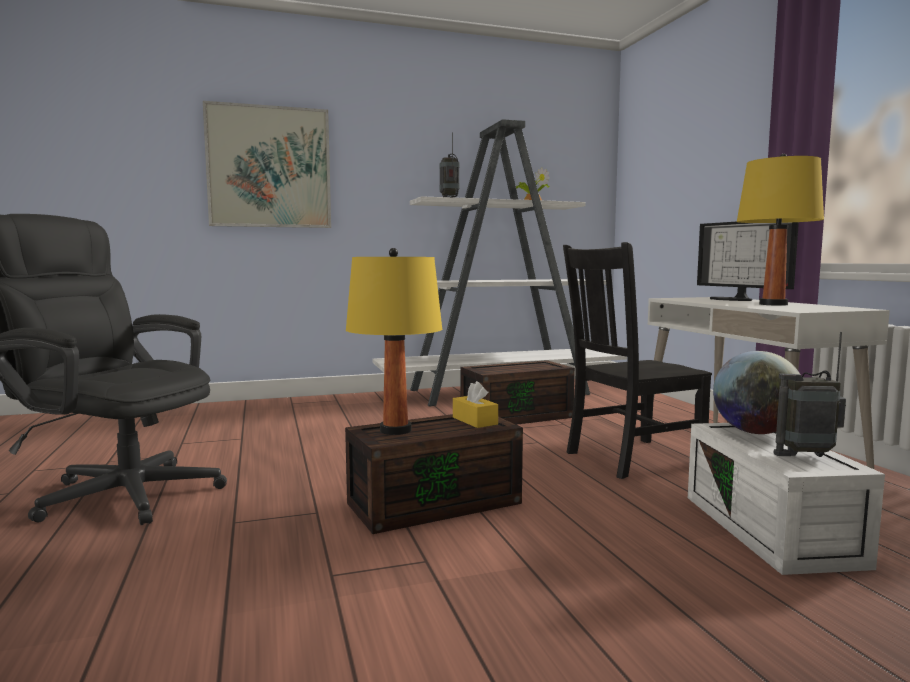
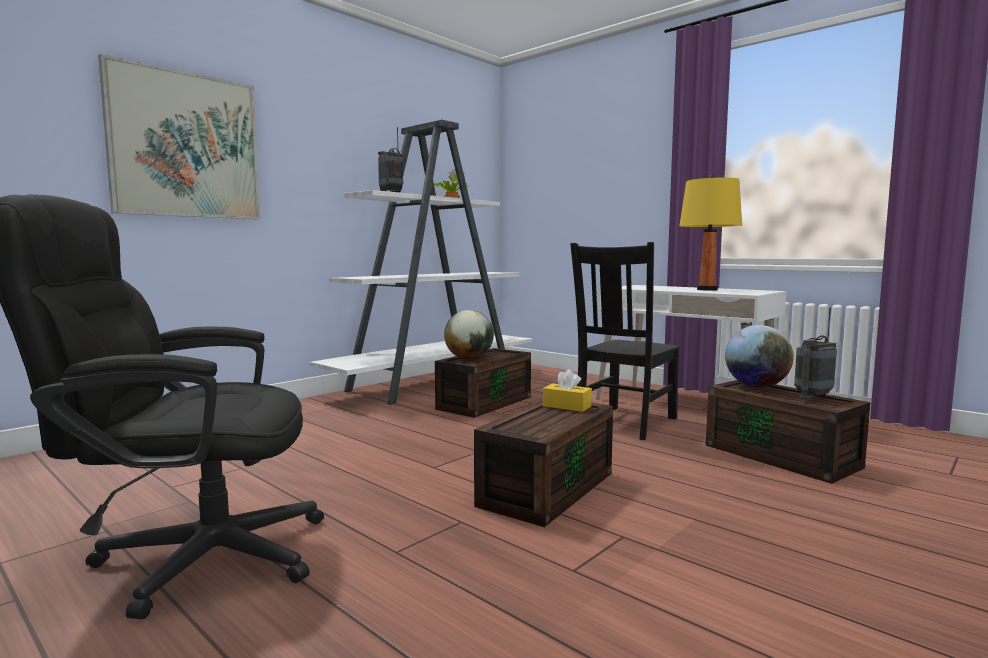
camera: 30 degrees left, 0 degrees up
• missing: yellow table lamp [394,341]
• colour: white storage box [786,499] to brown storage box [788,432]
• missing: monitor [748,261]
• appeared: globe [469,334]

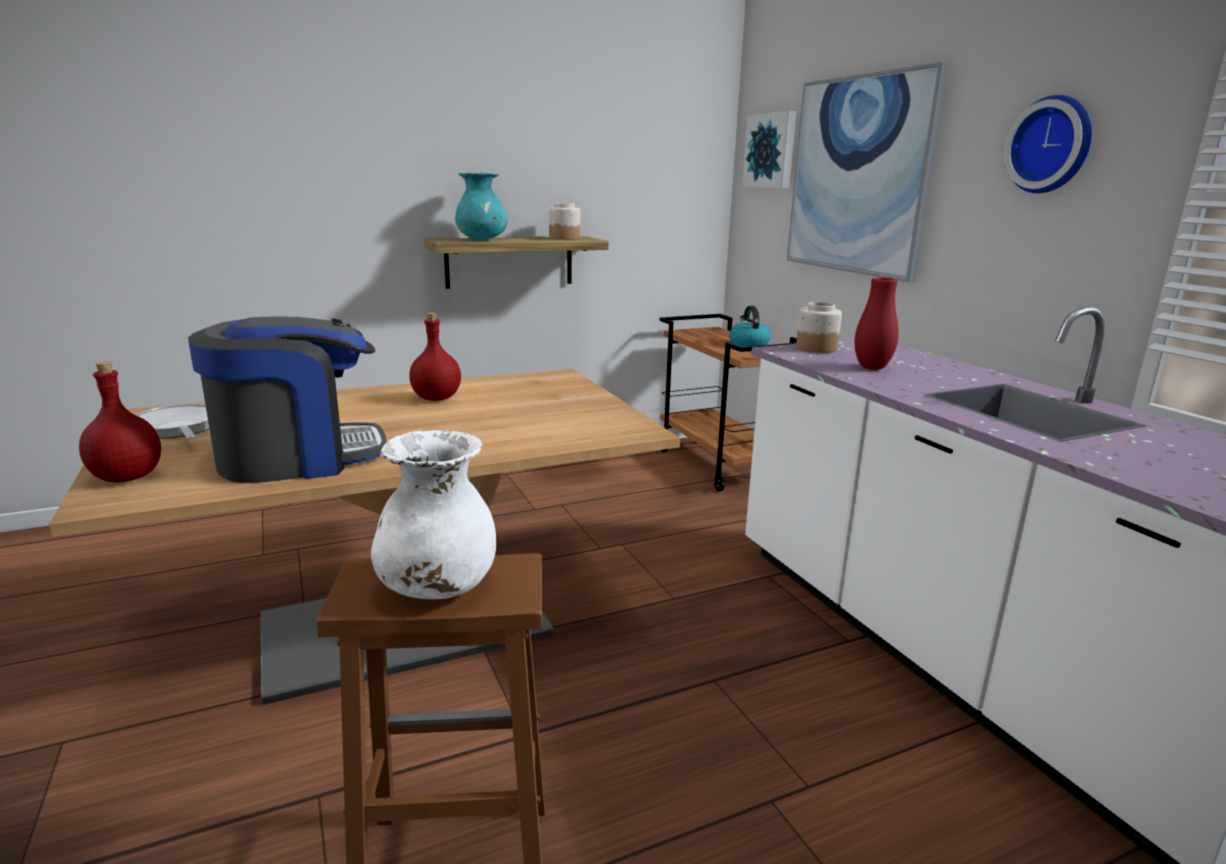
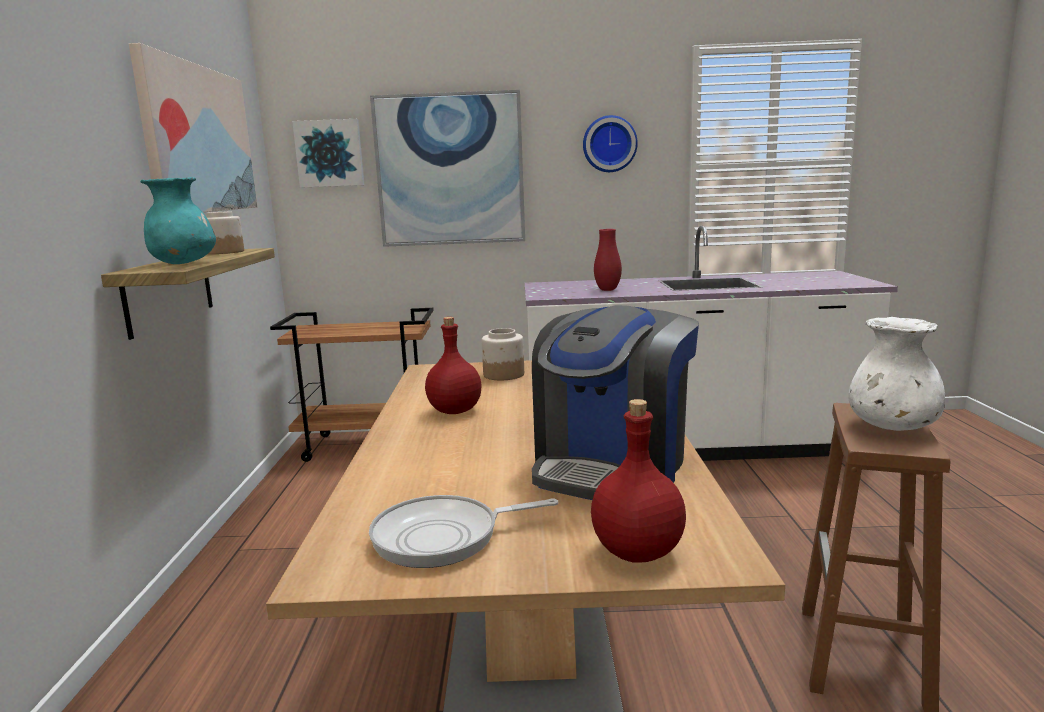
camera: 65 degrees left, 5 degrees down
• spun: coffee machine [287,399] = [615,402] 150 degrees counterclockwise
• missing: kettle [750,326]
• relocated: jar [819,327] to [503,354]
• appeared: picture [193,127]

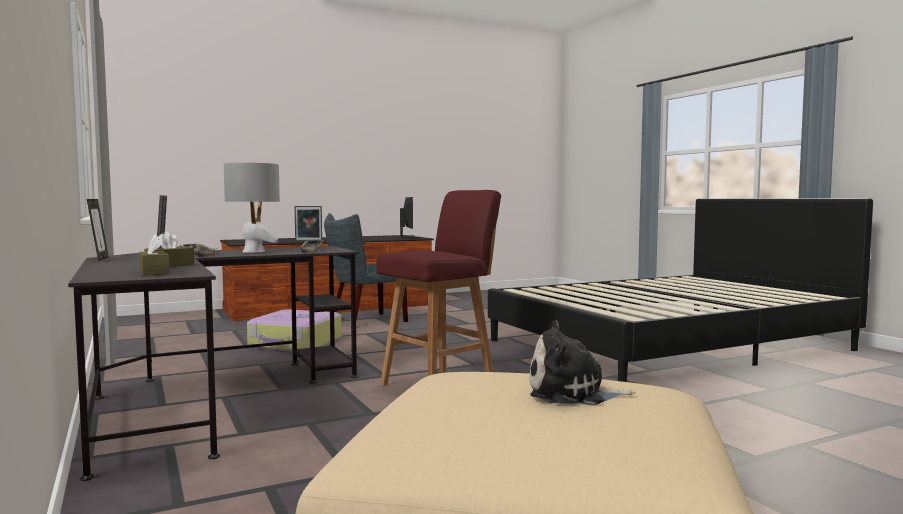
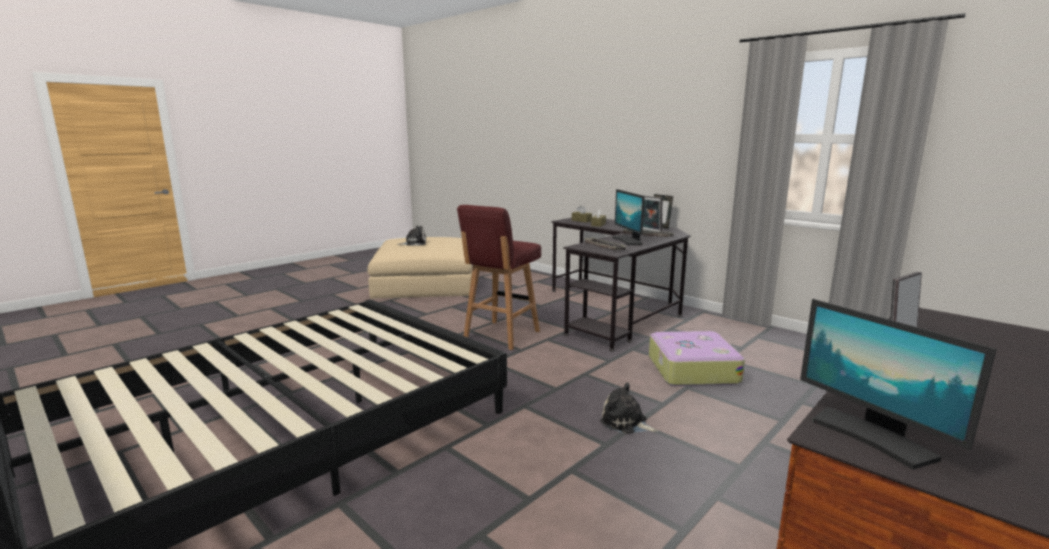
camera: 160 degrees right, 10 degrees up
• exchanged: grey table lamp [252,208] to monitor [628,217]
• missing: grey chair [366,267]
• appeared: plush toy [629,408]

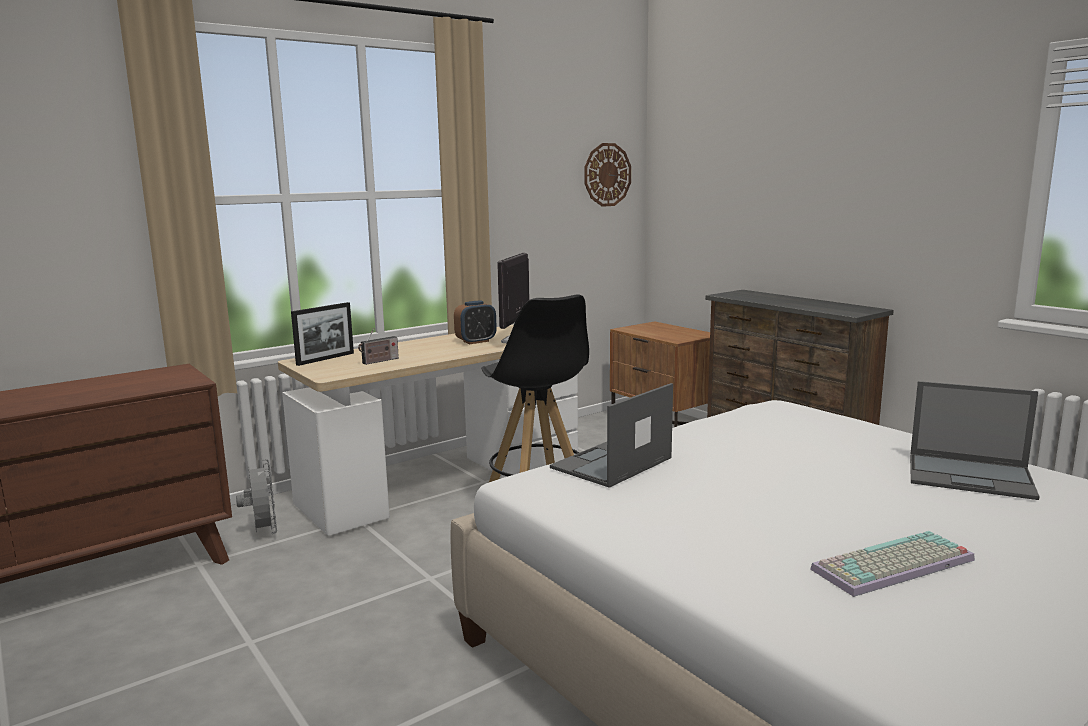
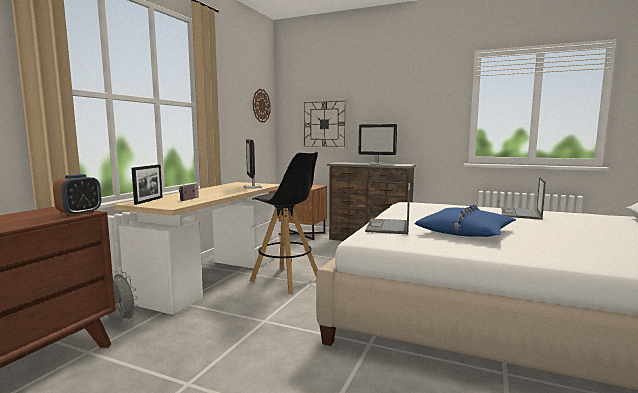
camera: 30 degrees left, 5 degrees down
• relocated: alarm clock [475,322] to [77,195]
• missing: keyboard [892,564]
• spun: laptop [975,440] = [524,198] 120 degrees clockwise
• appeared: wall clock [325,124]
• appeared: monitor [378,144]
• appeared: blue pillow [465,220]

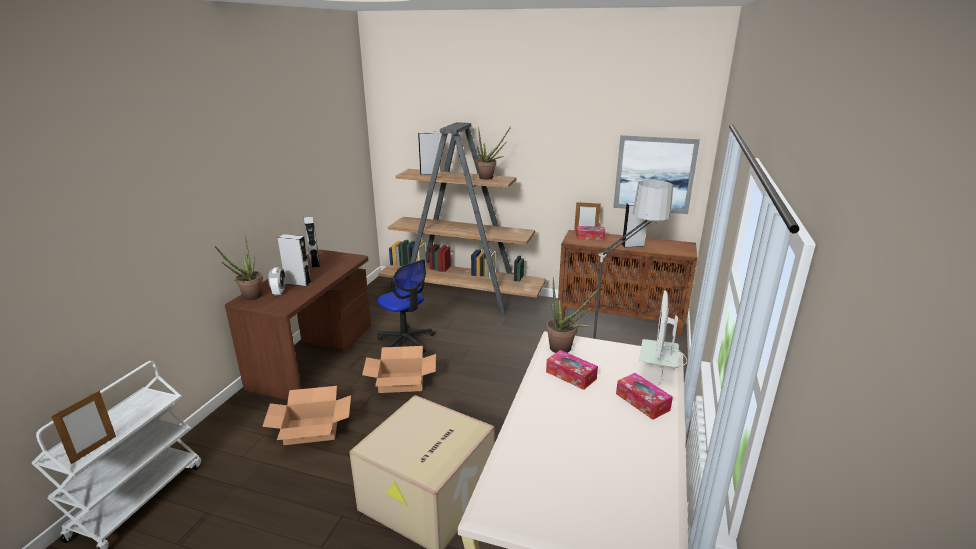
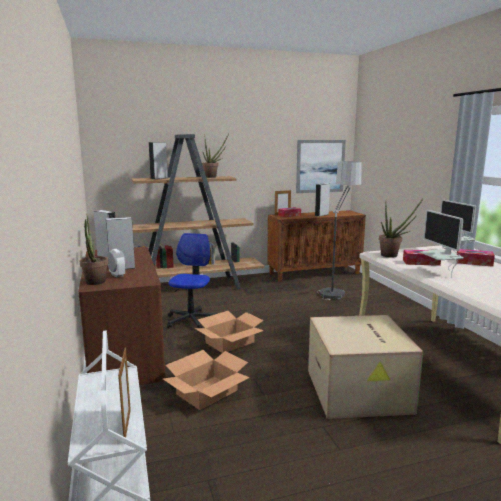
camera: 35 degrees left, 10 degrees down
• spun: office chair [406,305] = [192,280] 90 degrees counterclockwise
• appeared: monitor [441,244]

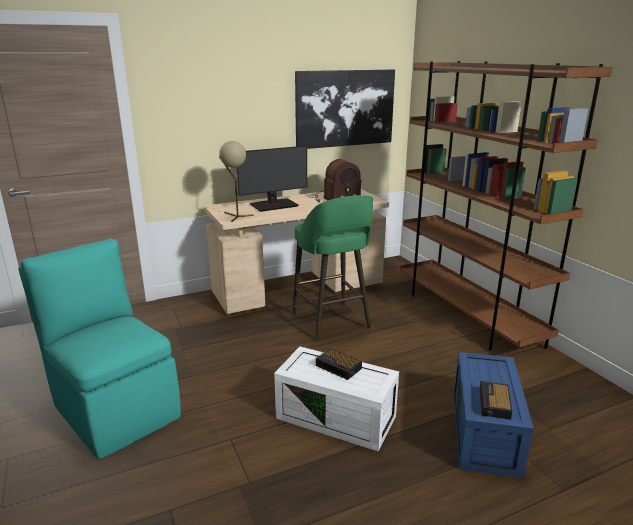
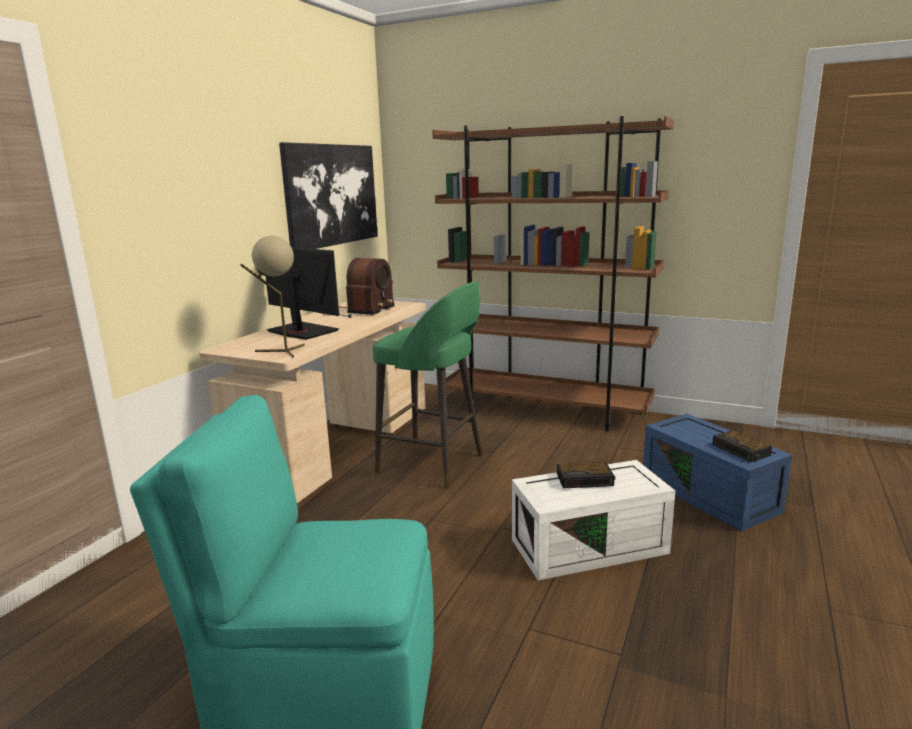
camera: 40 degrees left, 5 degrees down
• spun: monitor [272,179] = [302,293] 75 degrees counterclockwise

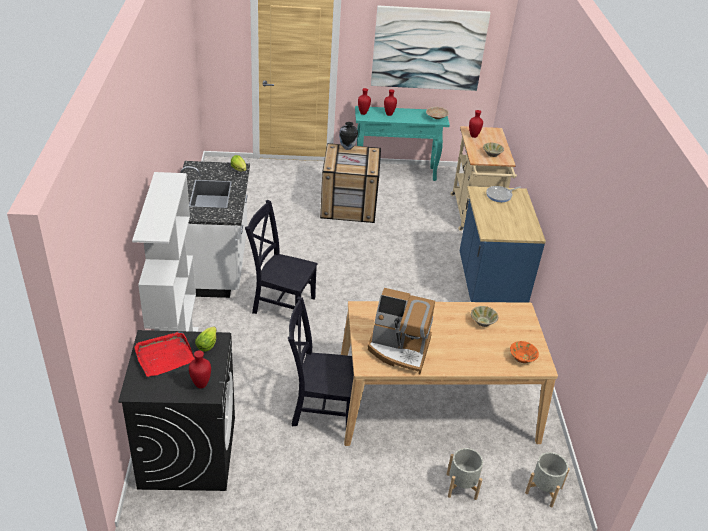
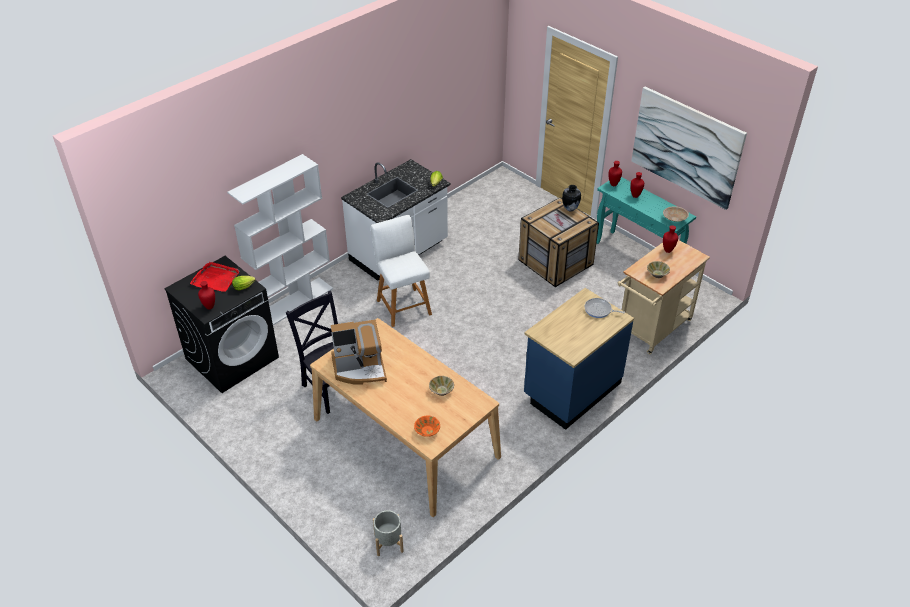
camera: 50 degrees right, 5 degrees up
• exchanged: black chair [281,263] to white stool [401,271]
• spun: coffee machine [401,331] = [359,352] 75 degrees counterclockwise
• missing: grey planter [464,474]

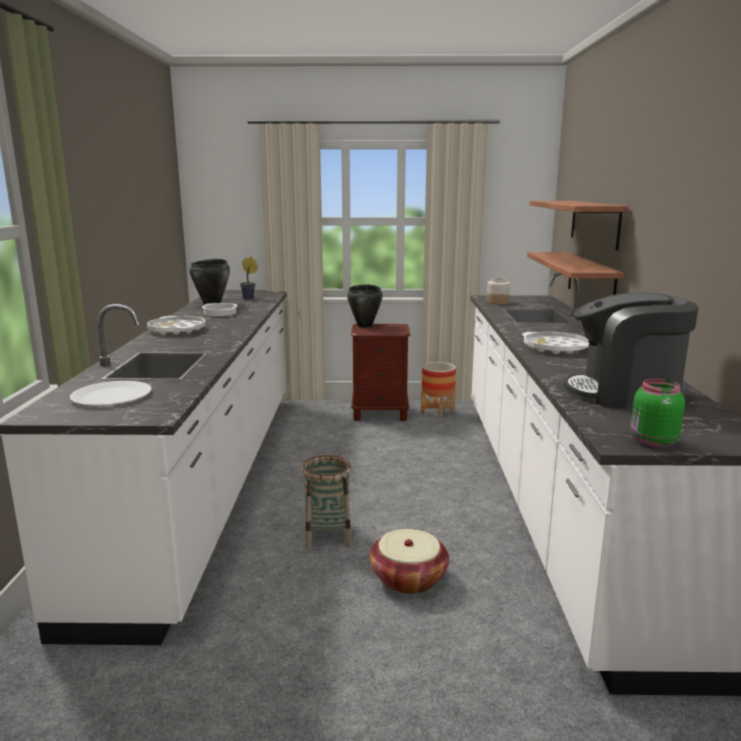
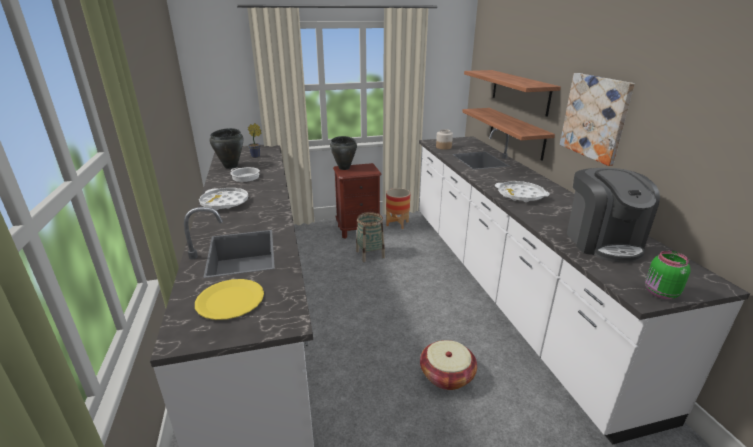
camera: 15 degrees left, 10 degrees up
• colour: white plate [111,393] to yellow plate [229,299]
• relocated: basket [326,502] to [370,237]
• spun: coffee machine [631,350] = [613,215] 90 degrees counterclockwise
• appeared: picture [597,119]

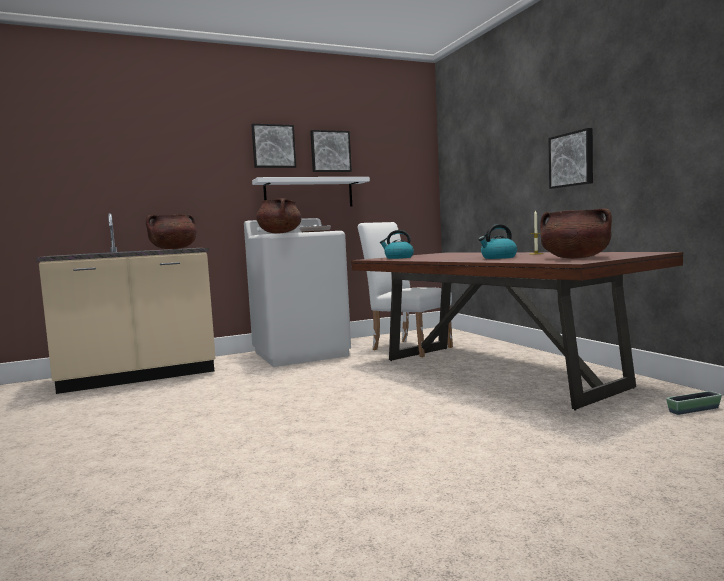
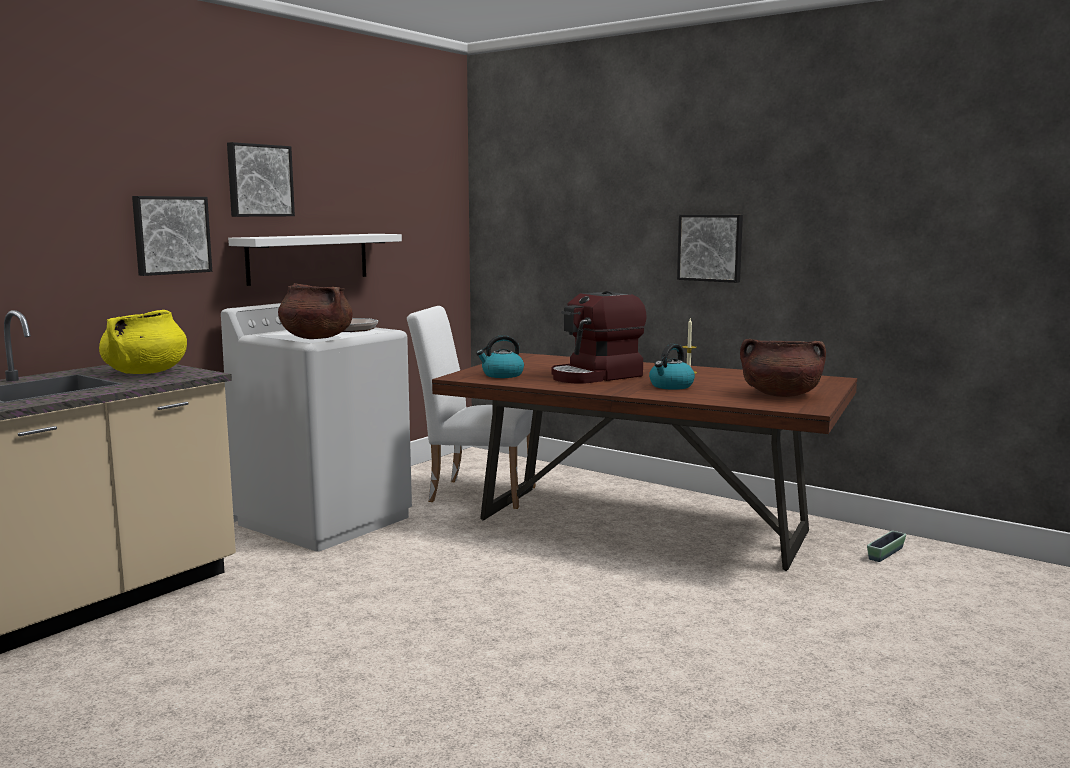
camera: 30 degrees left, 5 degrees up
• colour: brown cooking pot [171,231] to yellow cooking pot [143,342]
• relocated: picture [331,151] to [172,236]
• appeared: coffee machine [599,337]

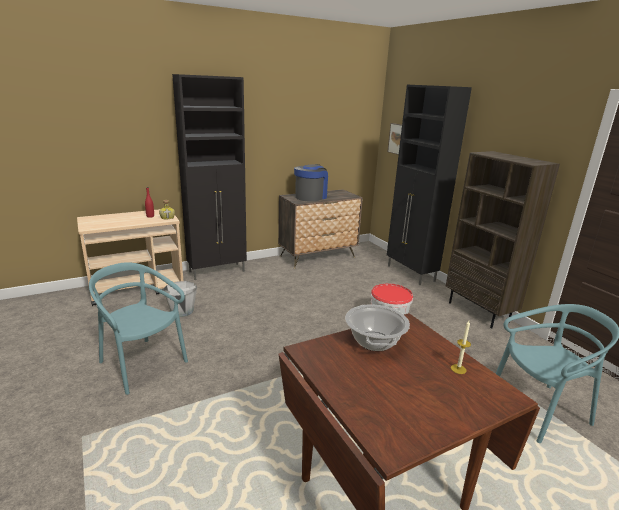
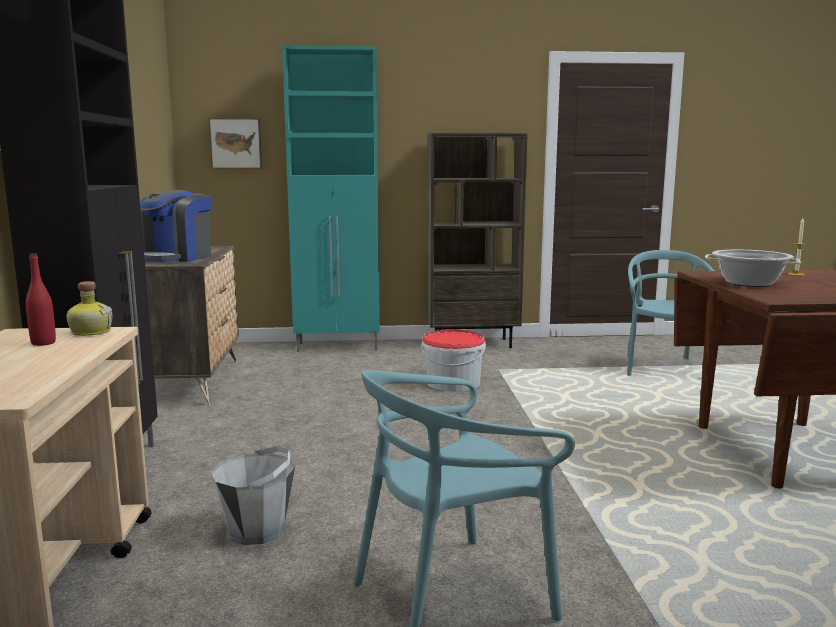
camera: 65 degrees left, 10 degrees down
• spun: coffee machine [311,183] = [176,226] 120 degrees counterclockwise
• colour: black cabinet [429,185] to turquoise cabinet [331,198]

